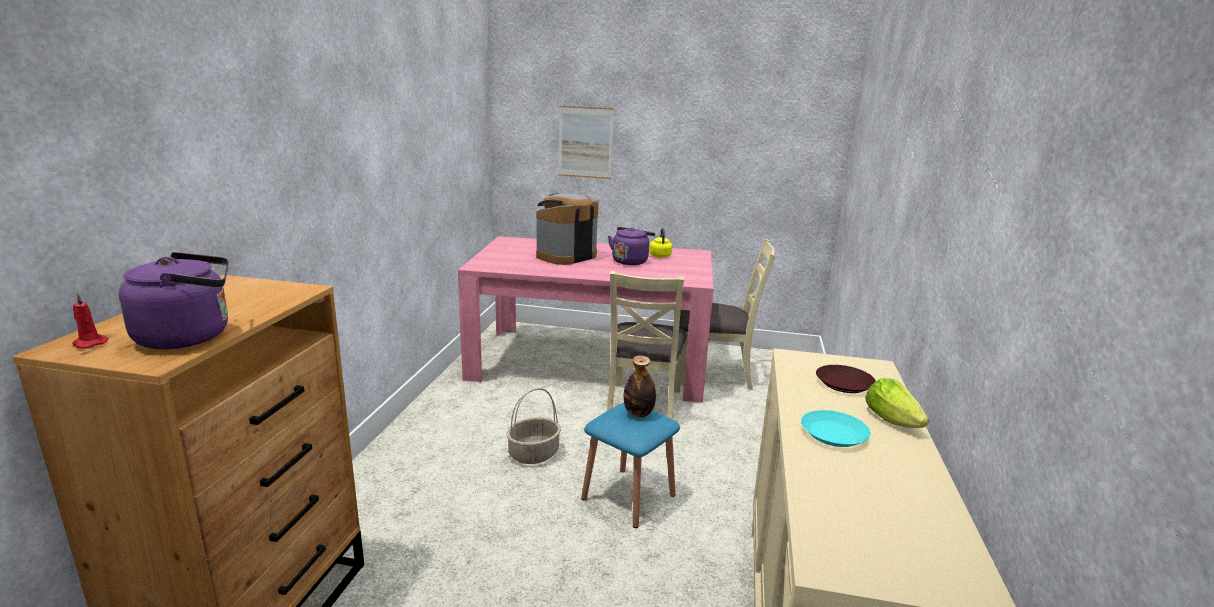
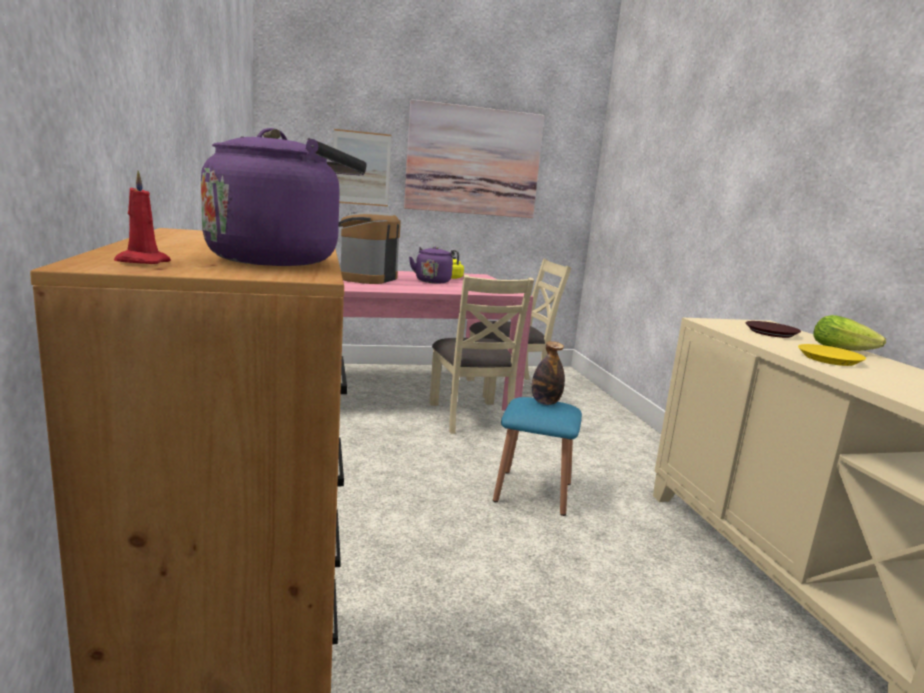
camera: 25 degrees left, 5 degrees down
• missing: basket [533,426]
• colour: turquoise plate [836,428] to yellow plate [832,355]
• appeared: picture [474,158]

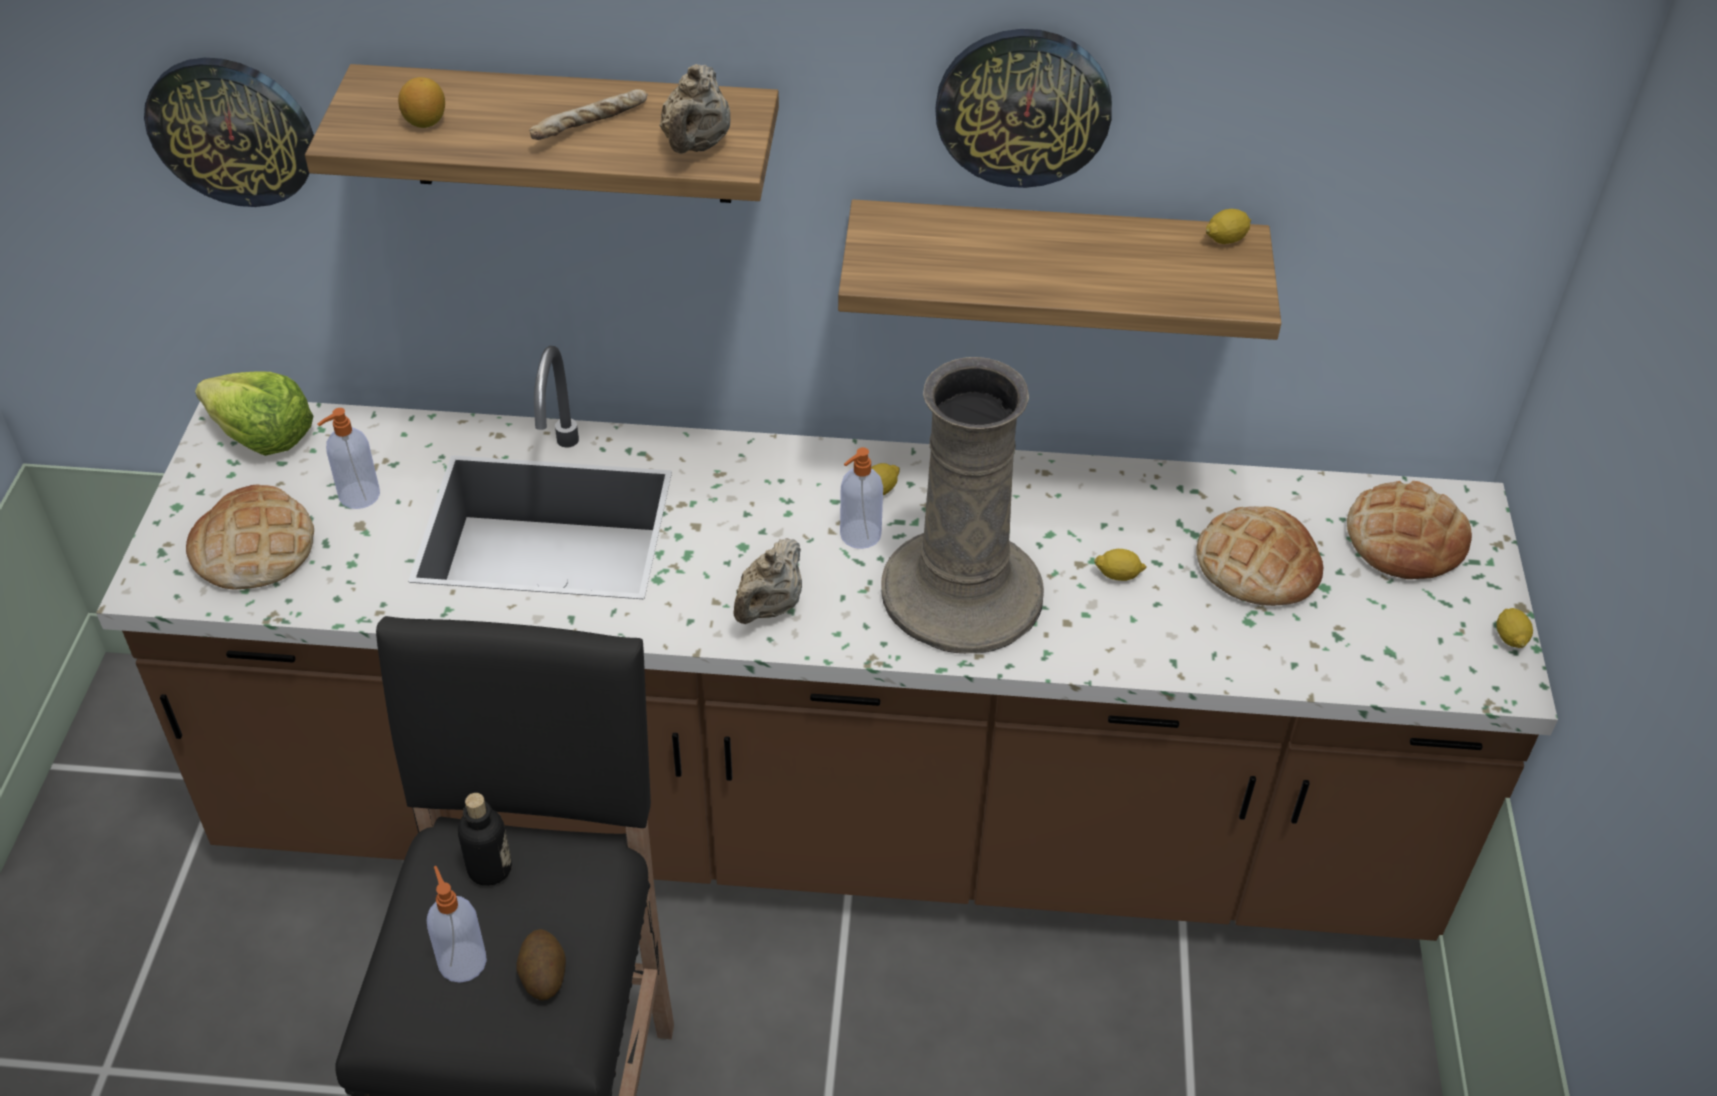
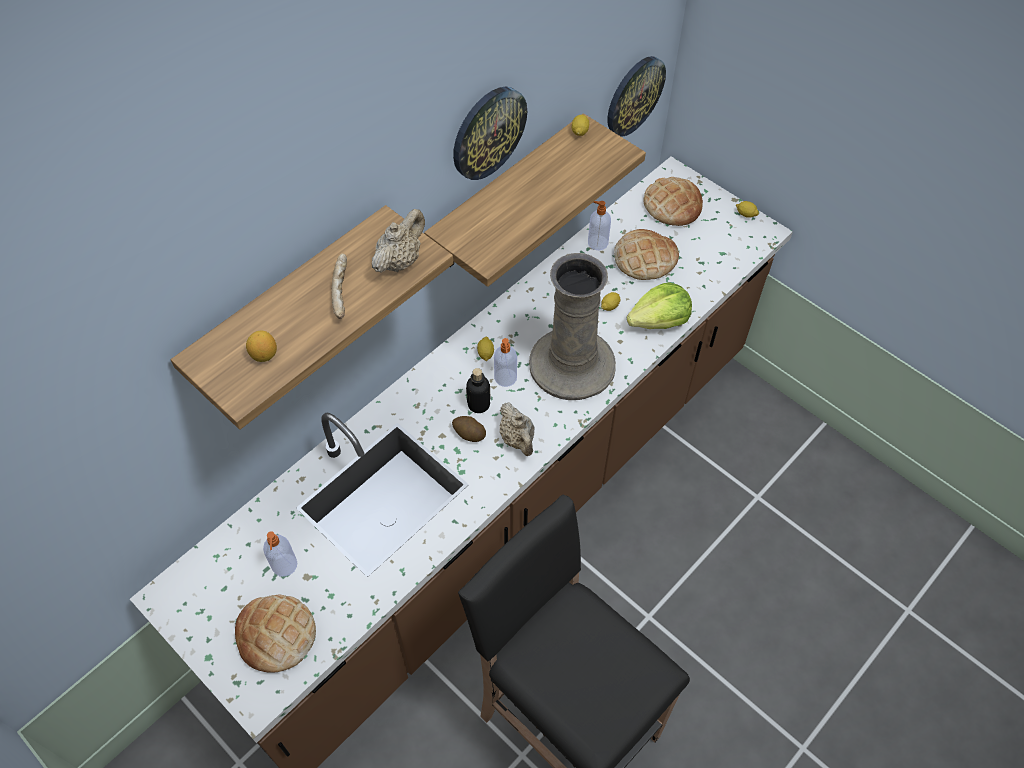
camera: 50 degrees left, 10 degrees up
• relocated: wall clock [229,132] to [636,96]
• relocated: lettuce [254,414] to [659,305]
• relocated: soap dispenser [457,924] to [599,225]
• relocated: bottle [485,839] to [478,390]
• relocated: potato [541,964] to [469,429]
• spun: beige teapot [695,109] = [398,240] 105 degrees counterclockwise

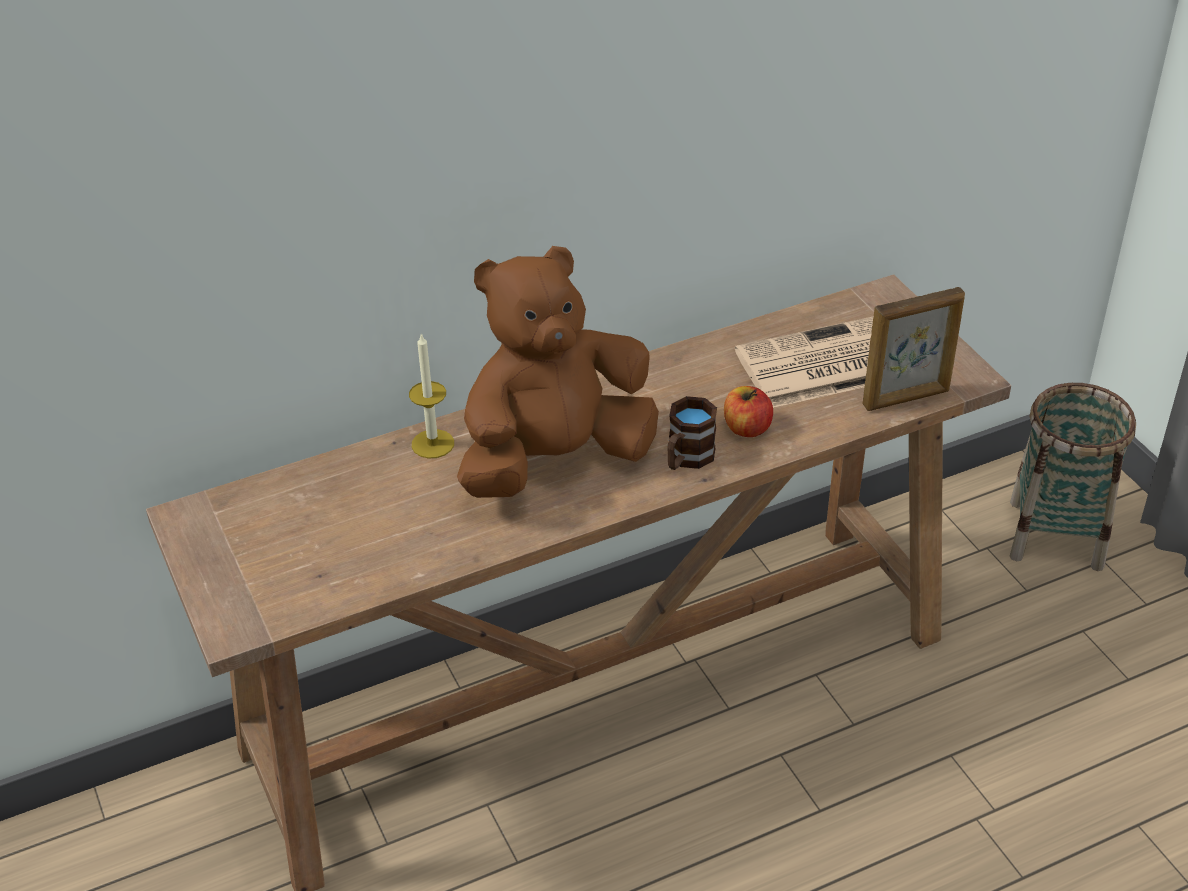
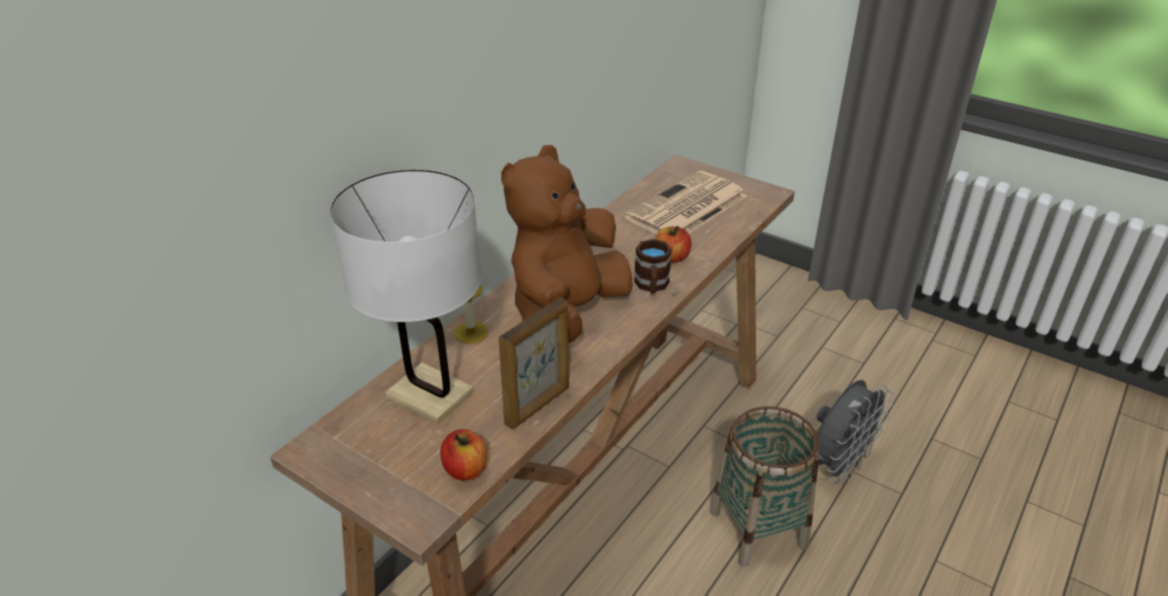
camera: 30 degrees left, 5 degrees down
• relocated: picture frame [914,349] to [534,363]
• relocated: basket [1073,477] to [764,486]
• appeared: white table lamp [405,296]
• appeared: apple [463,455]
• appeared: grey fan [855,432]

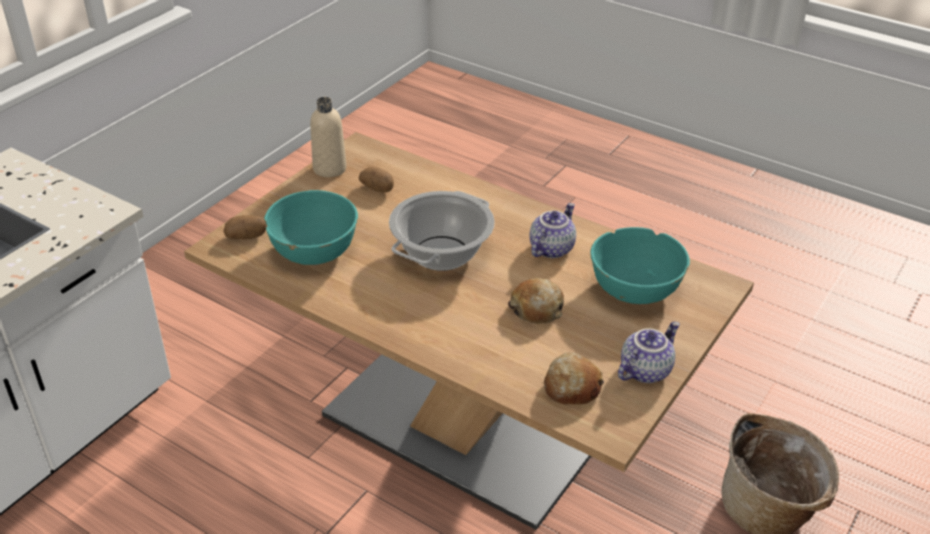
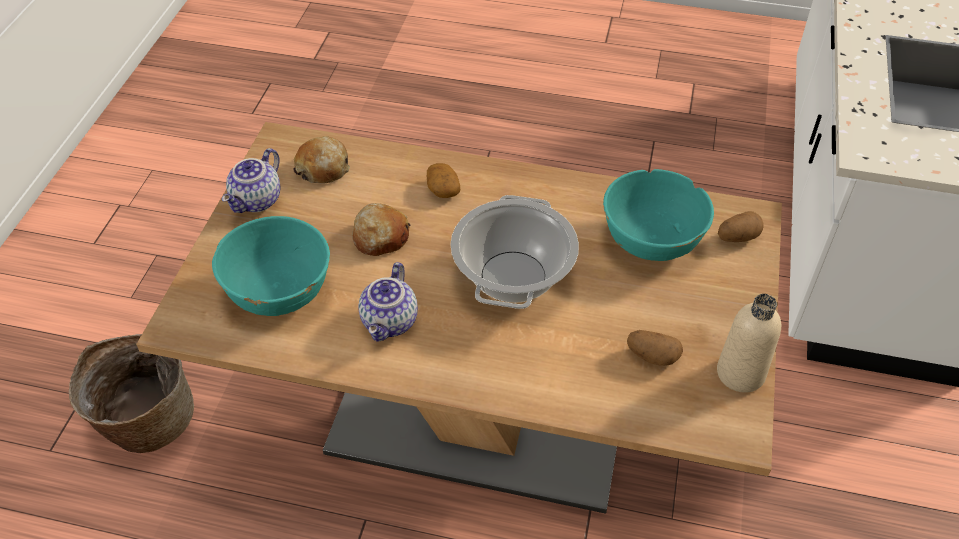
camera: 160 degrees right, 10 degrees up
• appeared: potato [443,180]

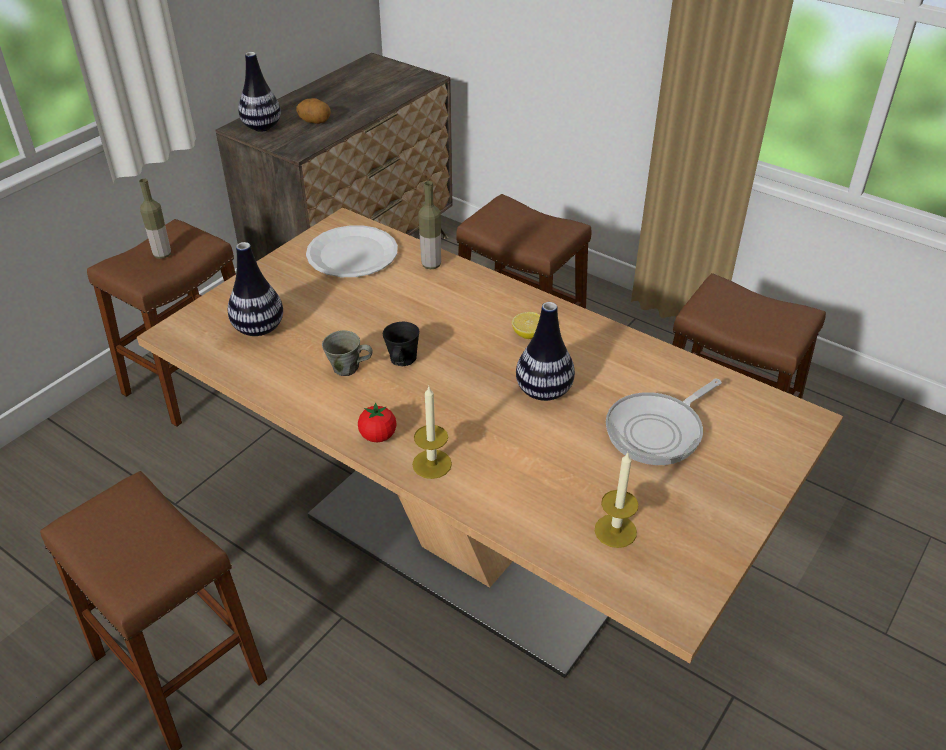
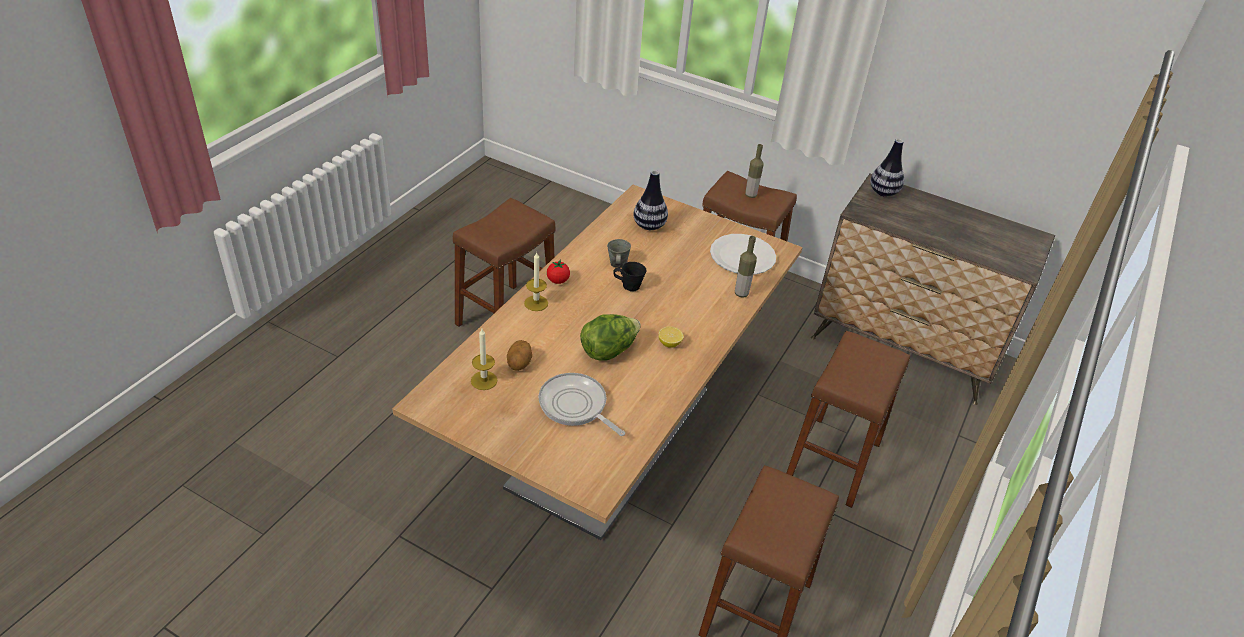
camera: 80 degrees right, 0 degrees up
• relocated: potato [313,111] to [519,355]
• exchanged: vase [545,351] to lettuce [610,337]

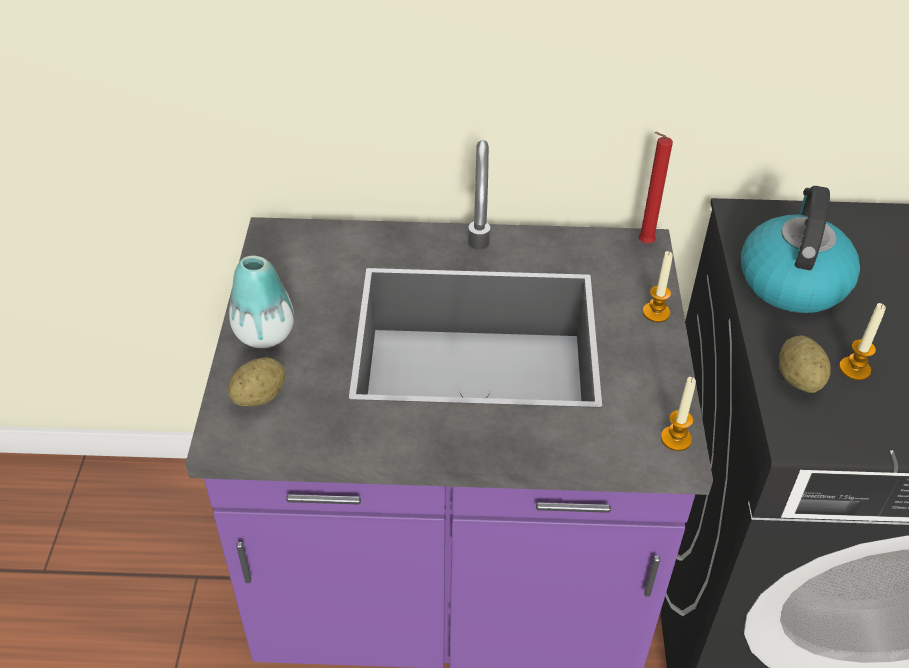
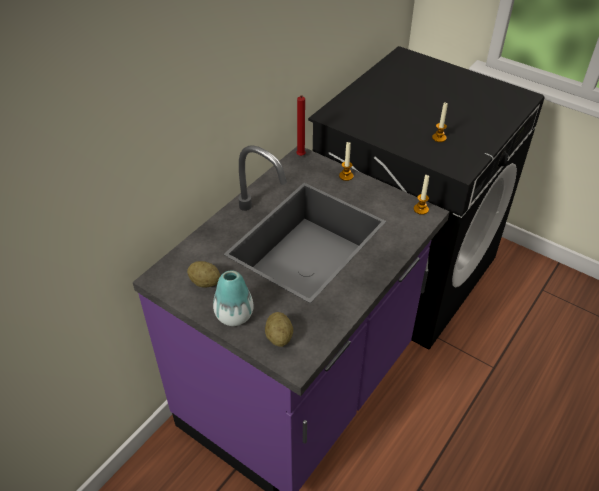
camera: 55 degrees left, 0 degrees up
• missing: kettle [800,249]
• relocated: potato [805,364] to [203,274]

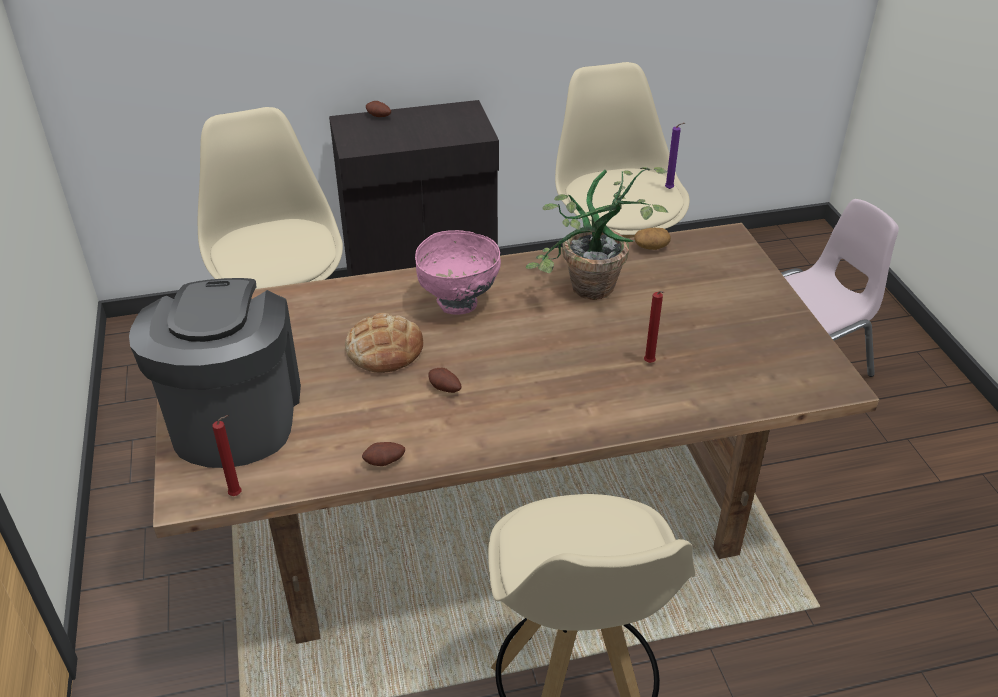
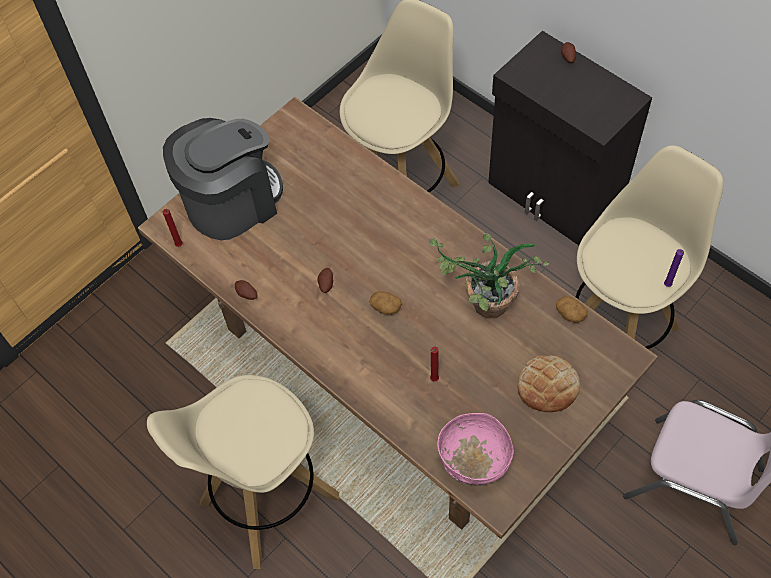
camera: 60 degrees right, 20 degrees up
• relocated: bread [384,343] to [549,383]
• relocated: pink bowl [458,272] to [475,449]
• appeared: potato [385,303]

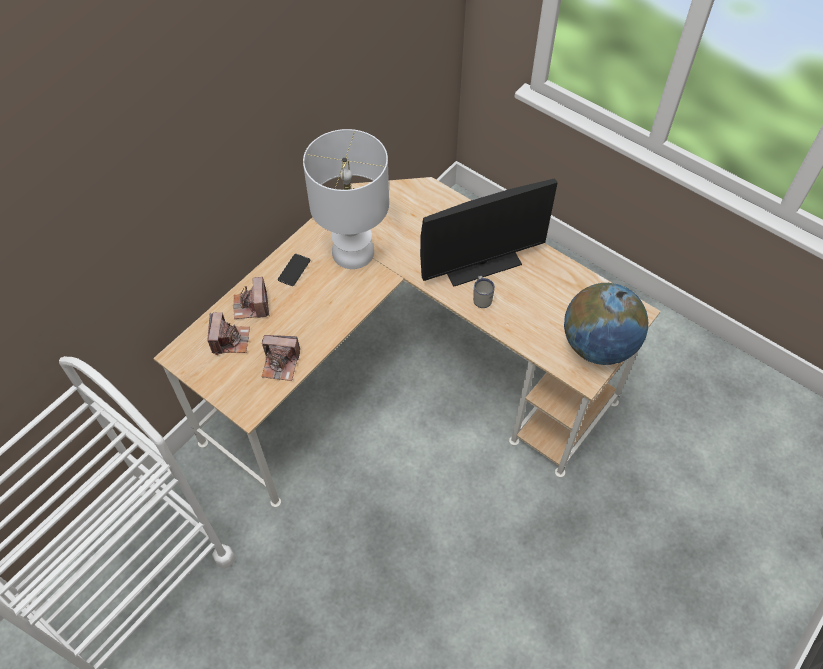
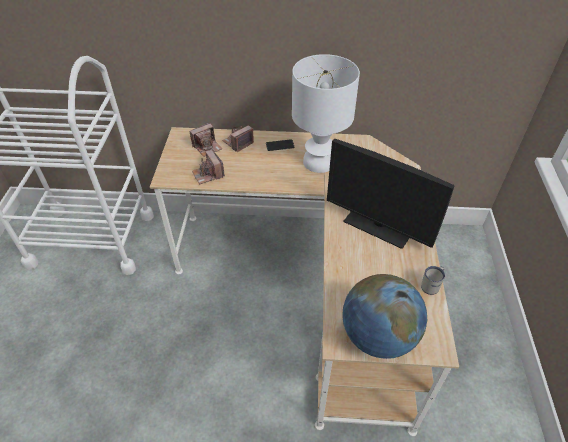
camera: 55 degrees right, 10 degrees down
• relocated: white mug [484,291] to [433,280]

